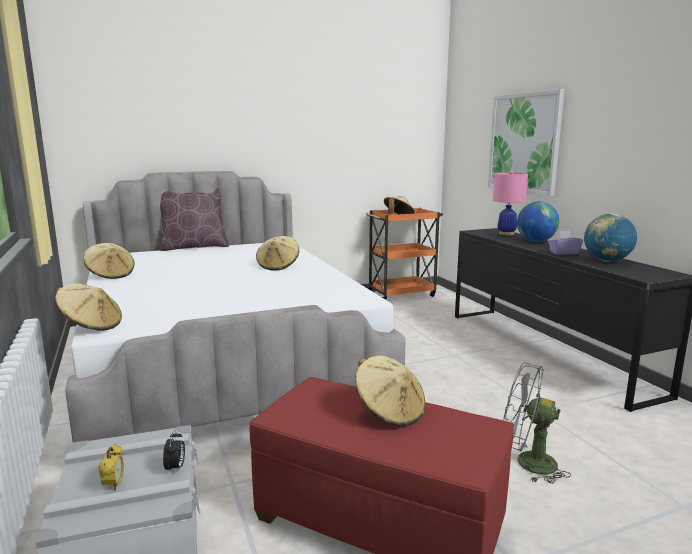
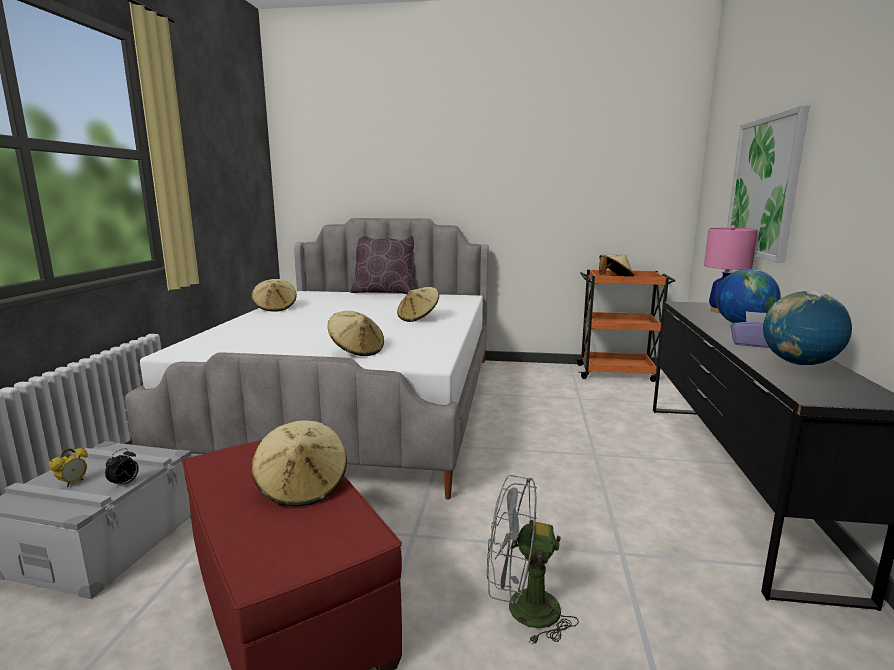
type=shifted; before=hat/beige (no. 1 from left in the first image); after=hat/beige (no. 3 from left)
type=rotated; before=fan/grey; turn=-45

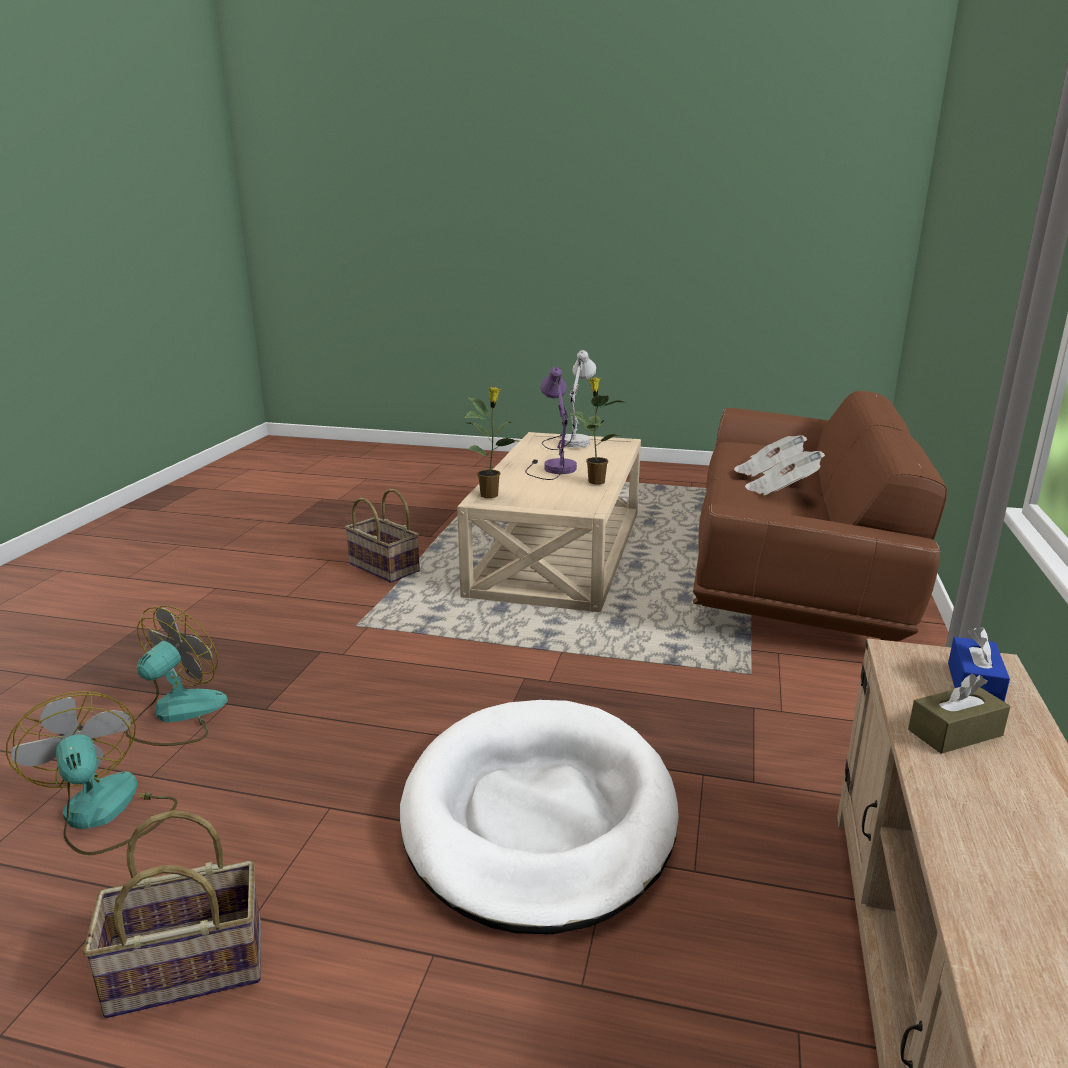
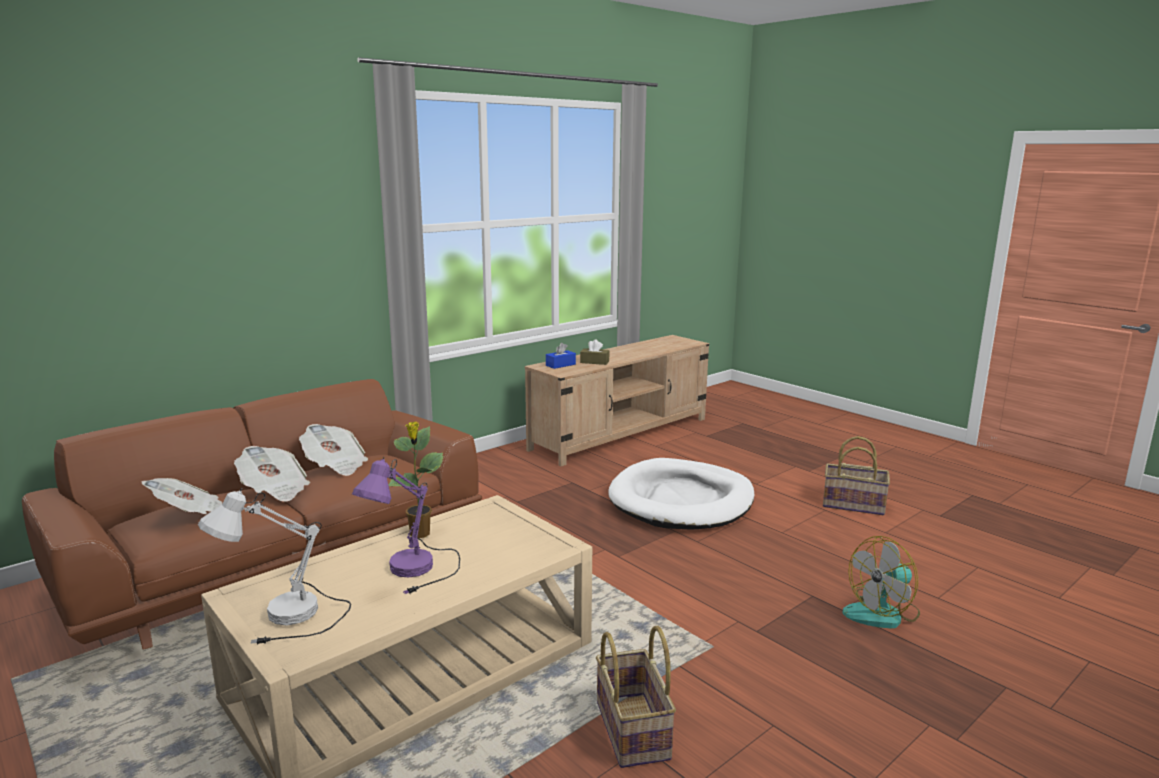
type=gone; before=fan (no. 1 from left)
type=gone; before=potted plant (no. 1 from left)
type=new; after=newspaper (no. 1 from left)

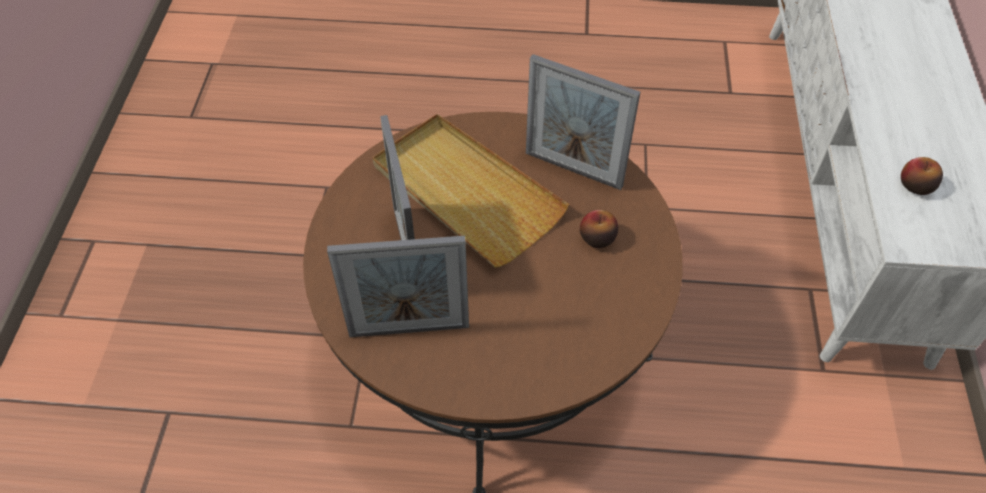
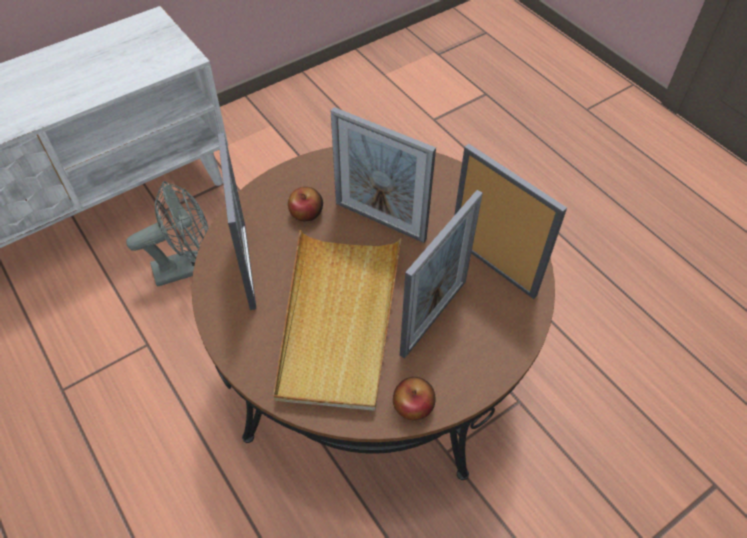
type=new; after=fan/grey
type=new; after=picture frame (no. 2 from left)
type=shifted; before=apple (no. 2 from left)

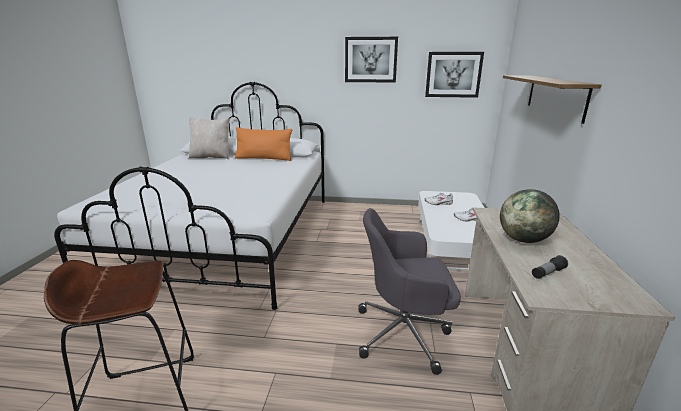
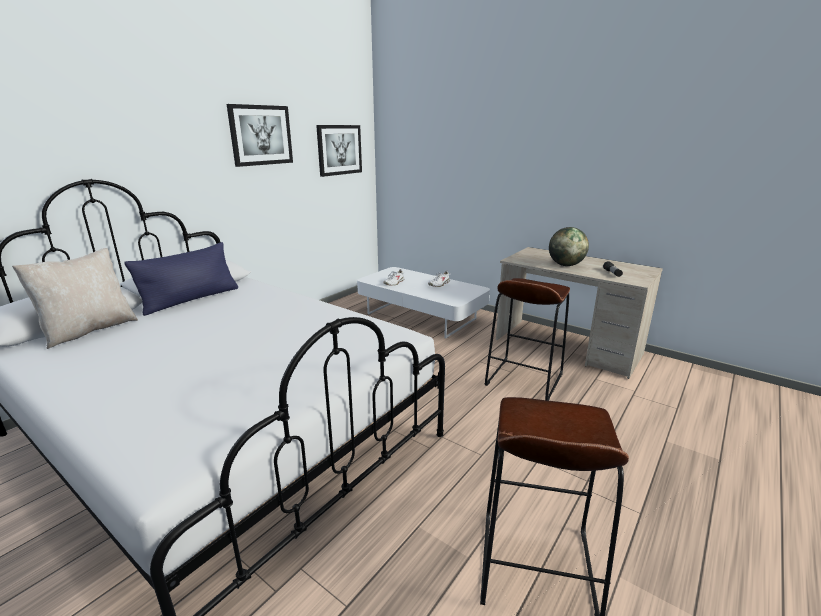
type=gone; before=shelf
type=swapped; before=office chair/grey; after=stool/brown (no. 1 from left)
type=repainted; before=pillow/orange; after=pillow/blue

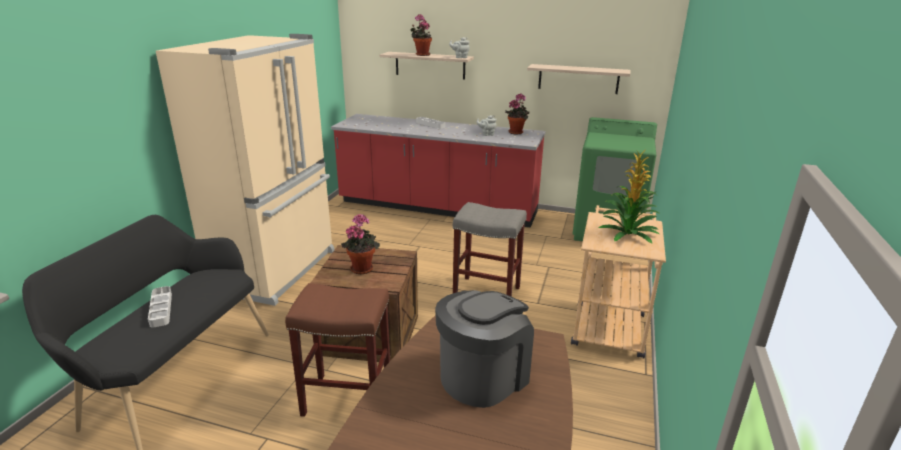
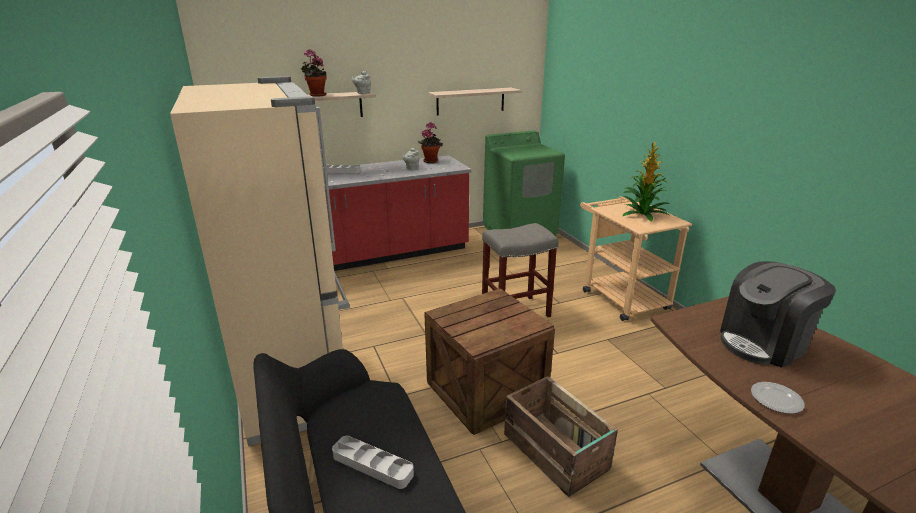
type=gone; before=potted plant (no. 1 from left)
type=new; after=plate
type=swapped; before=stool/brown; after=crate (no. 2 from left)
type=rotated; before=coffee machine; turn=-120

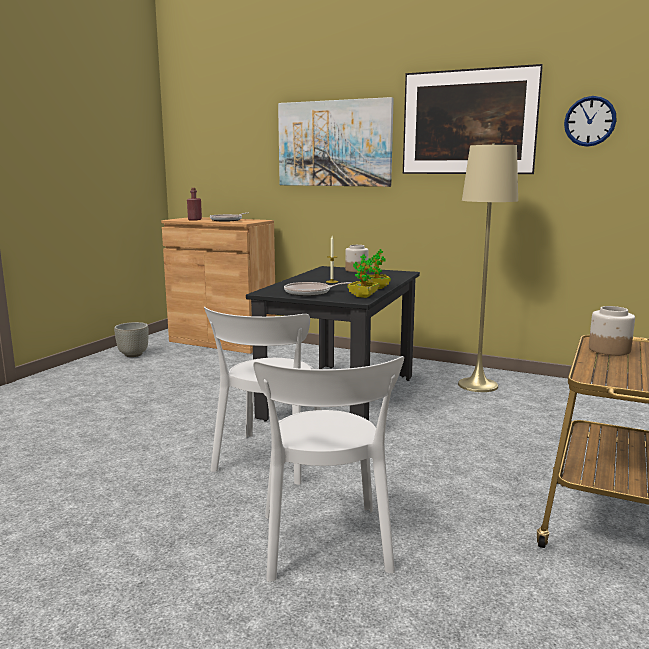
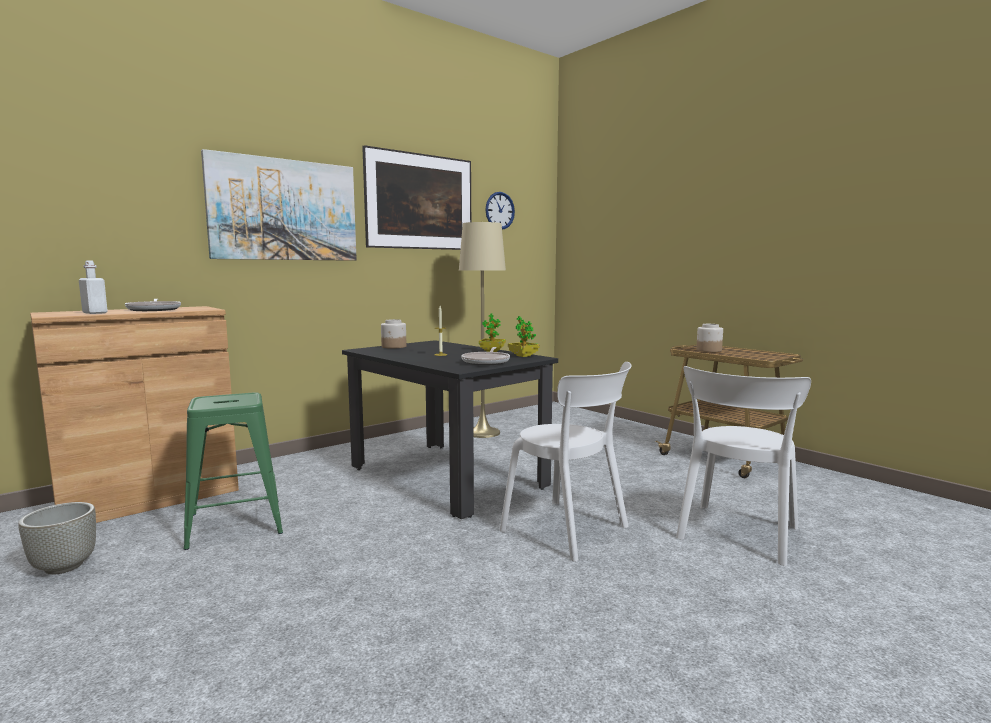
type=new; after=stool/green
type=repainted; before=bottle/red; after=bottle/white
type=rotated; before=chair/white (no. 2 from left); turn=105

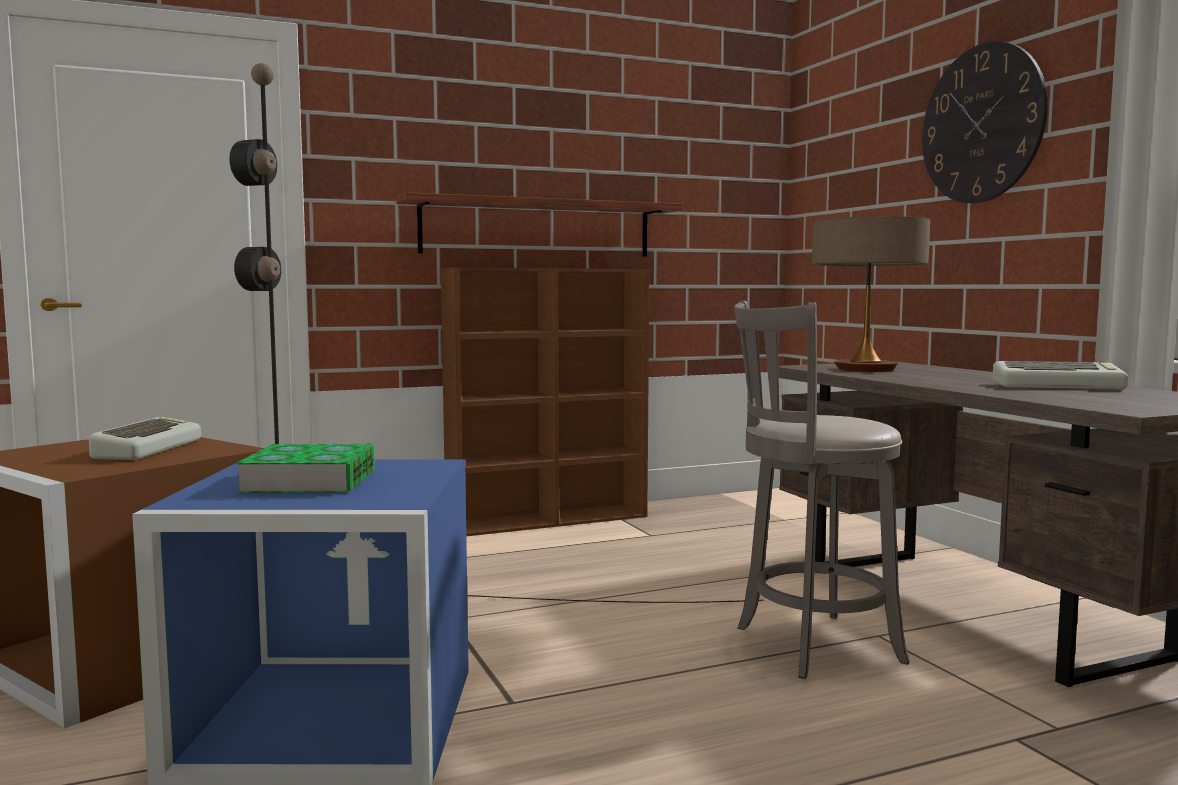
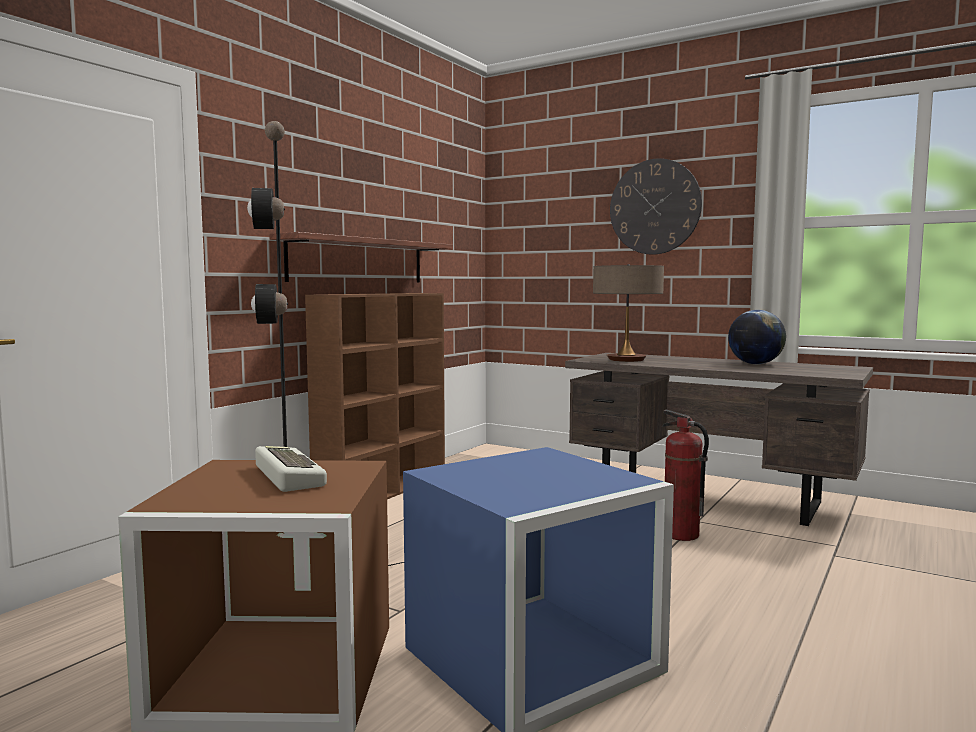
type=gone; before=book
type=swapped; before=stool/grey; after=fire extinguisher
type=swapped; before=keyboard (no. 2 from left); after=globe

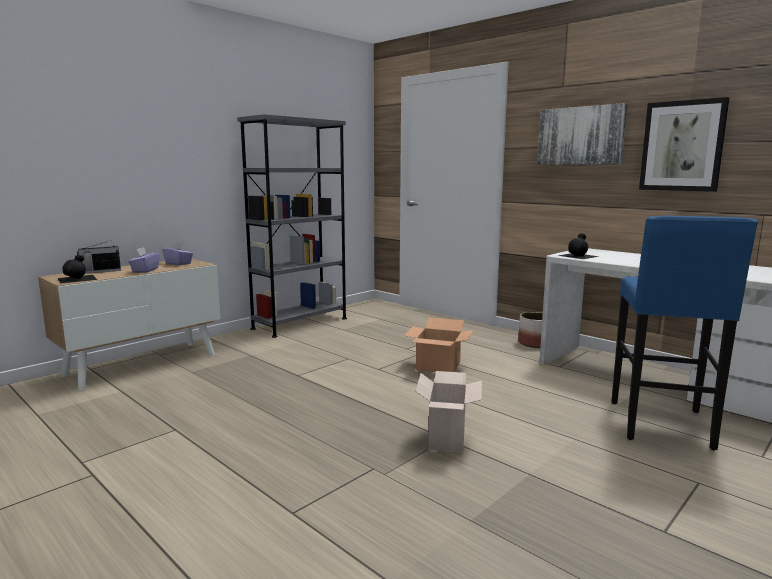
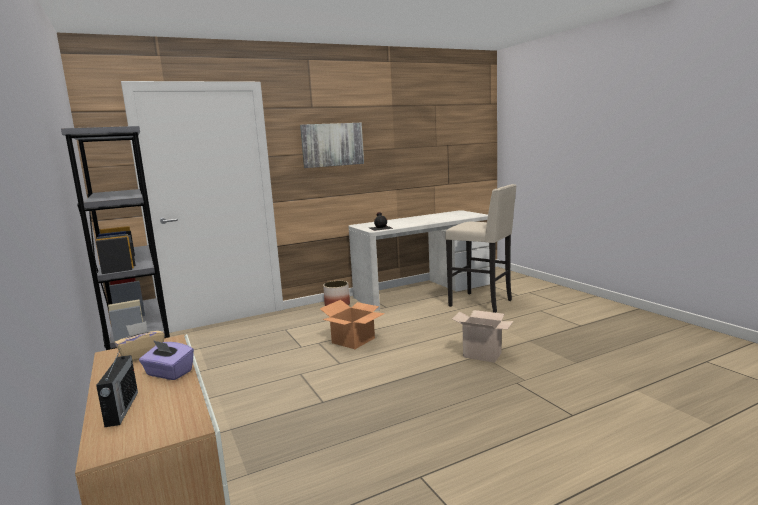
type=gone; before=bottle/black (no. 1 from left)
type=gone; before=picture (no. 2 from left)
type=repainted; before=tissue box/purple (no. 2 from left); after=tissue box/beige
type=repainted; before=stool/blue; after=stool/beige

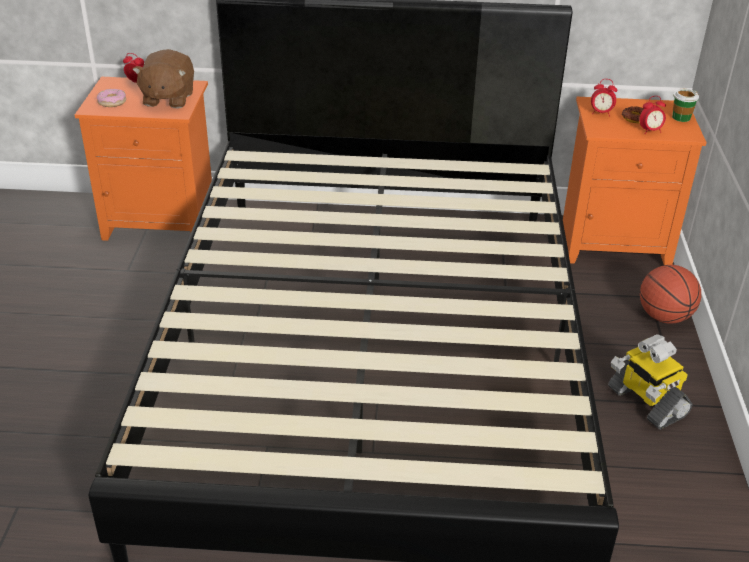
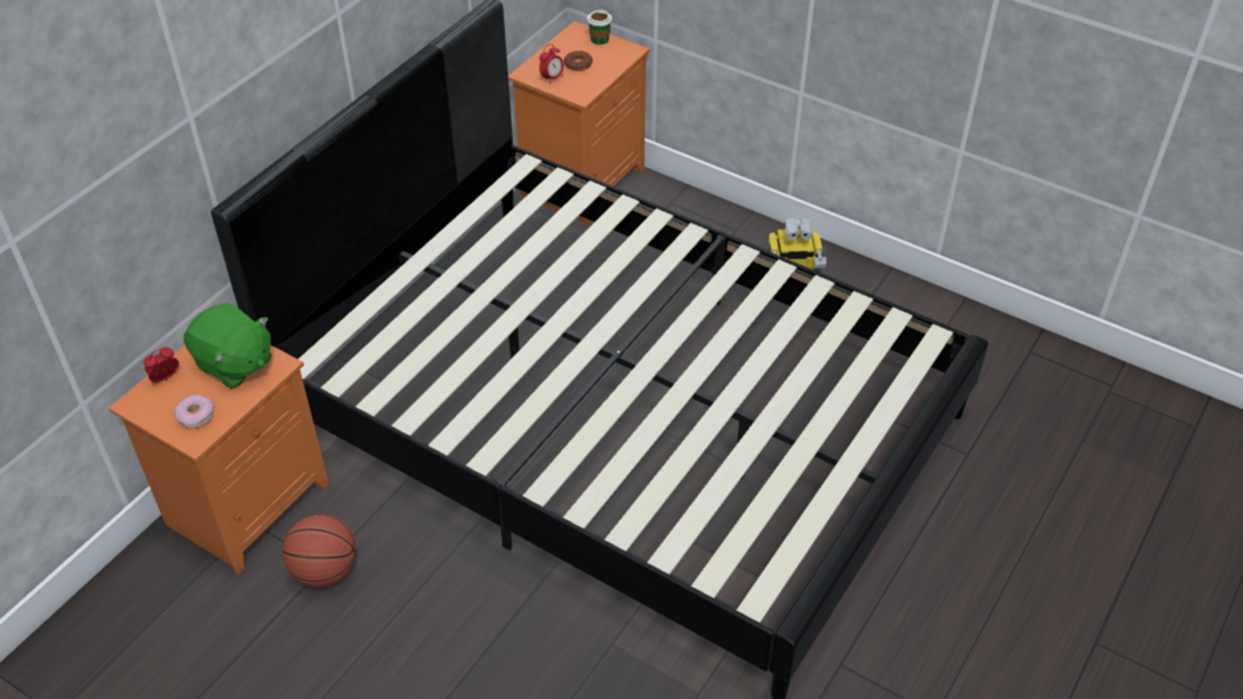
type=gone; before=alarm clock (no. 3 from left)
type=shifted; before=basketball
type=repainted; before=plush toy/brown; after=plush toy/green

